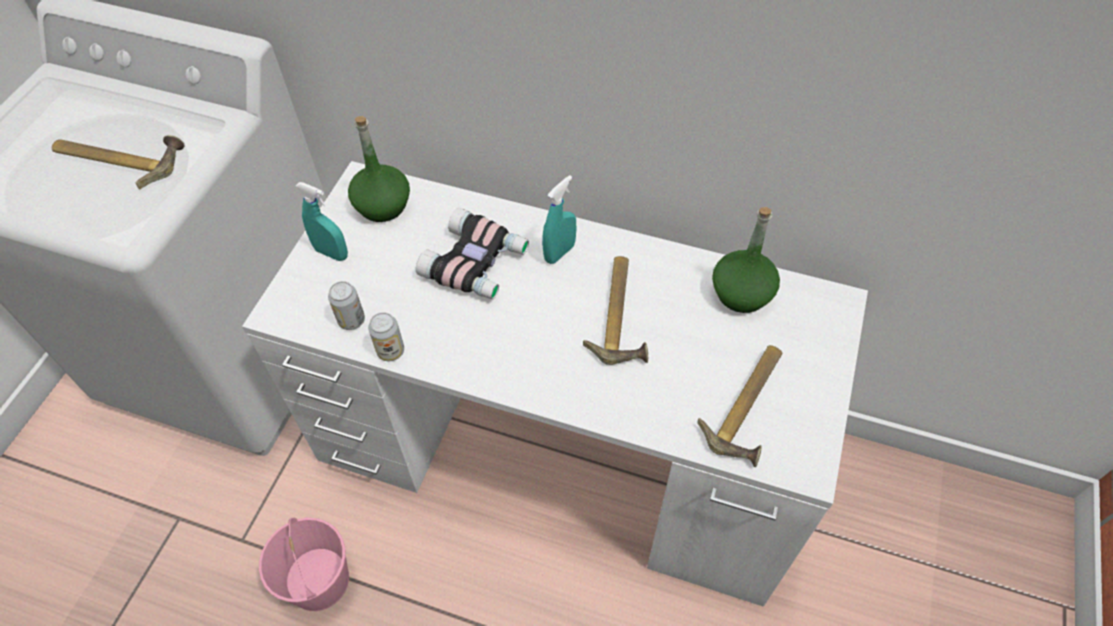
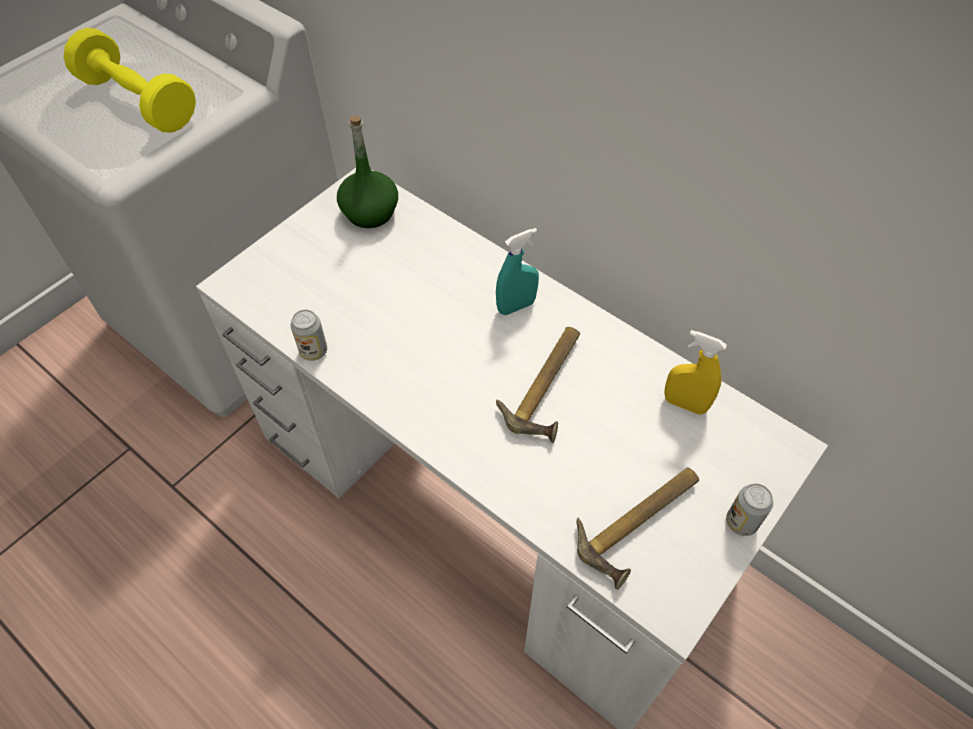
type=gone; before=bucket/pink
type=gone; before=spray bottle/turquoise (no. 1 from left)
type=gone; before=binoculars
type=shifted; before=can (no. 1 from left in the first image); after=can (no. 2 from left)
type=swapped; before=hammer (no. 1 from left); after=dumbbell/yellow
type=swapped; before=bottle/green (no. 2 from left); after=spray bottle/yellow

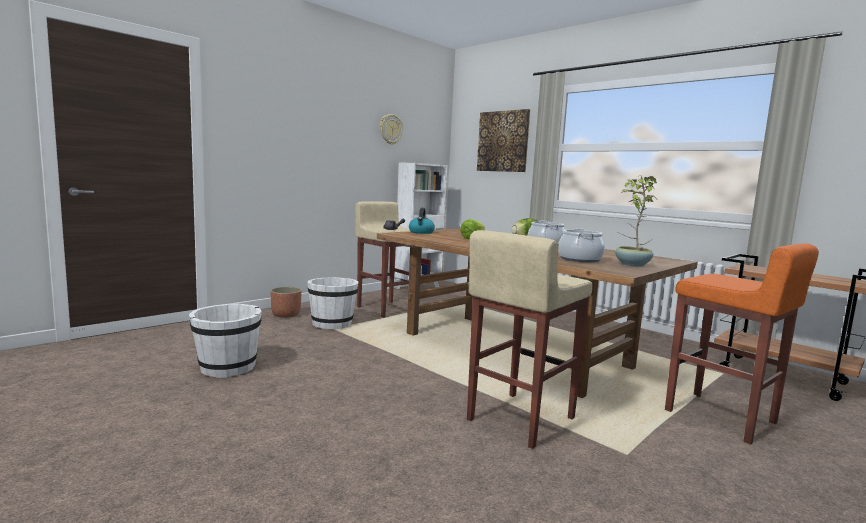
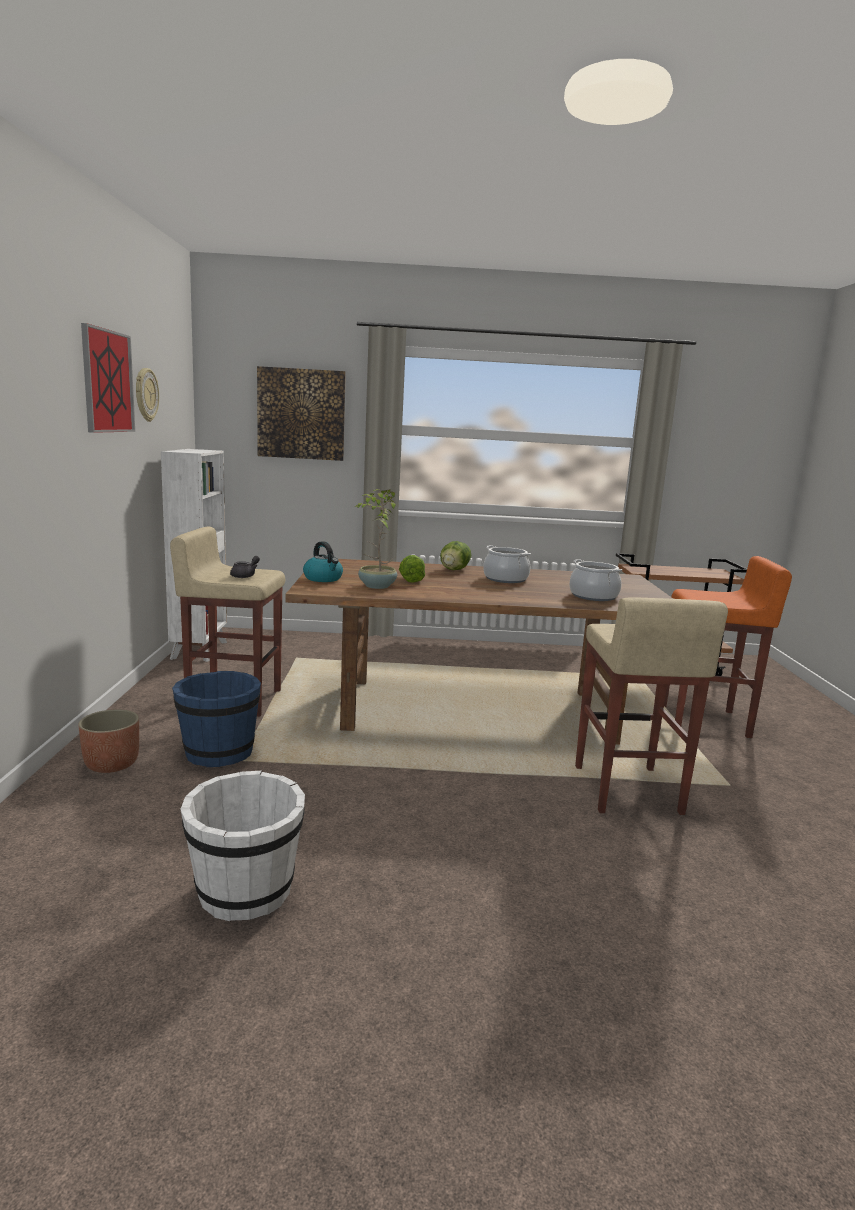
type=new; after=picture (no. 1 from left)
type=shifted; before=potted plant
type=repainted; before=bucket/white (no. 2 from left); after=bucket/blue

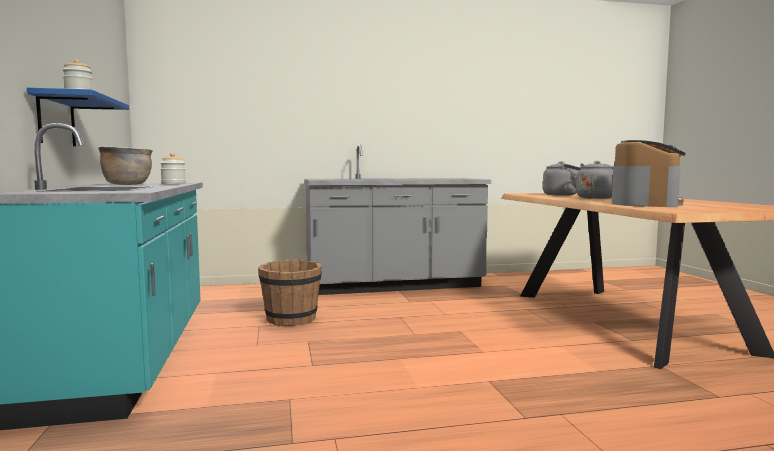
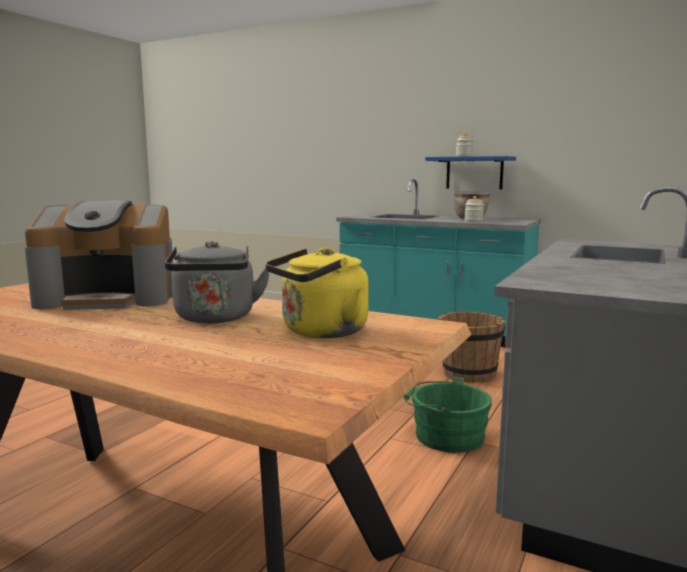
type=new; after=bucket/green
type=repainted; before=kettle/grey (no. 1 from left); after=kettle/yellow
type=rotated; before=coffee machine; turn=-75

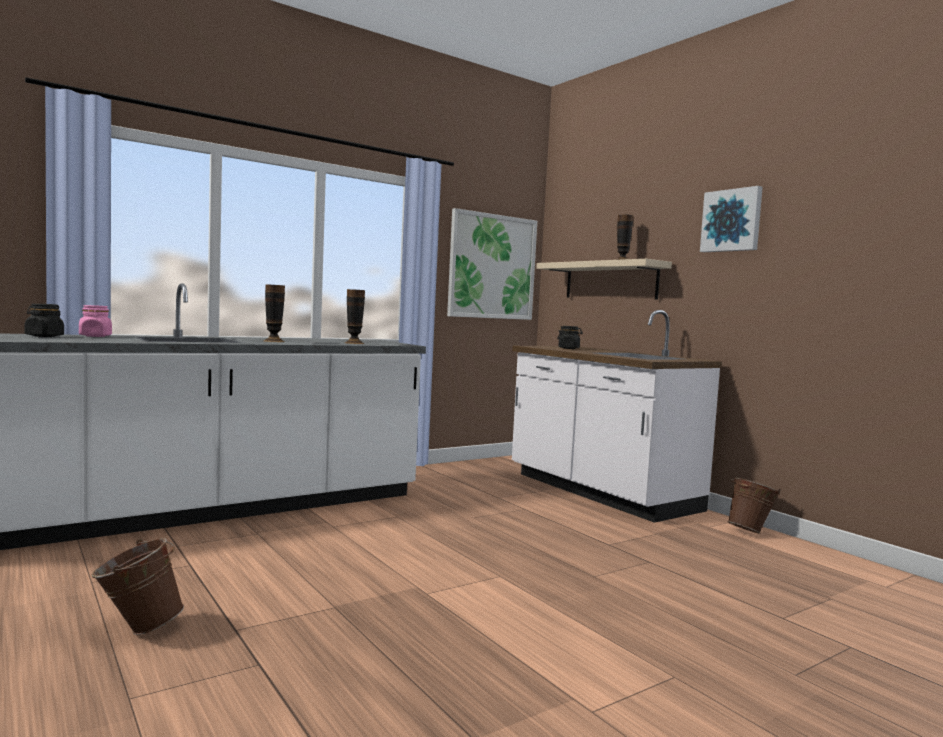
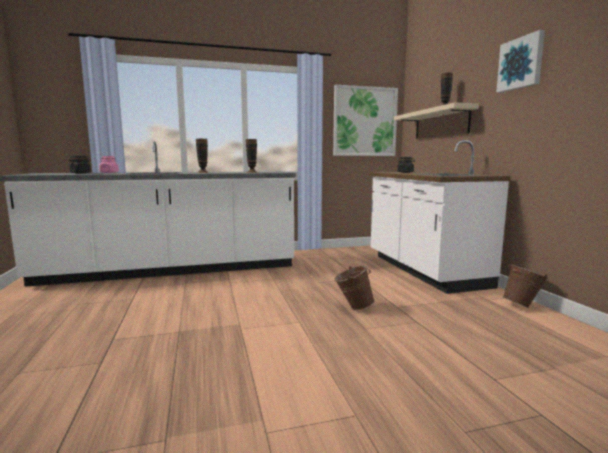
type=shifted; before=bucket/brown (no. 1 from left)

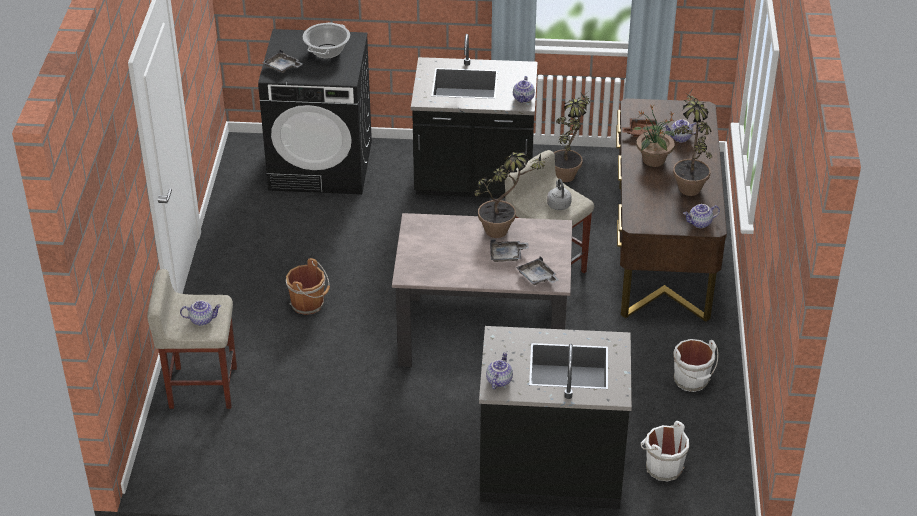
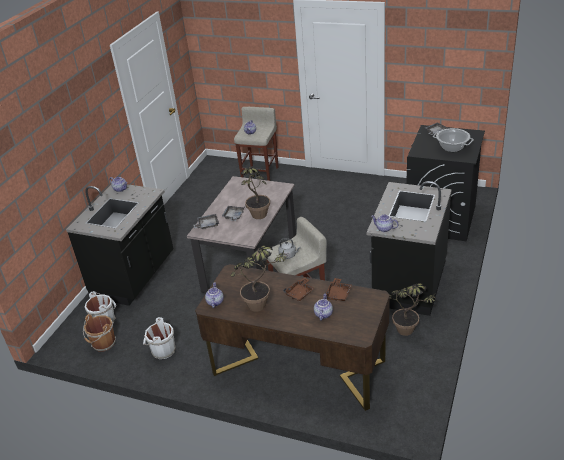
type=shifted; before=bucket/brown
type=swapped; before=potted plant (no. 3 from left); after=tray/brown (no. 1 from left)

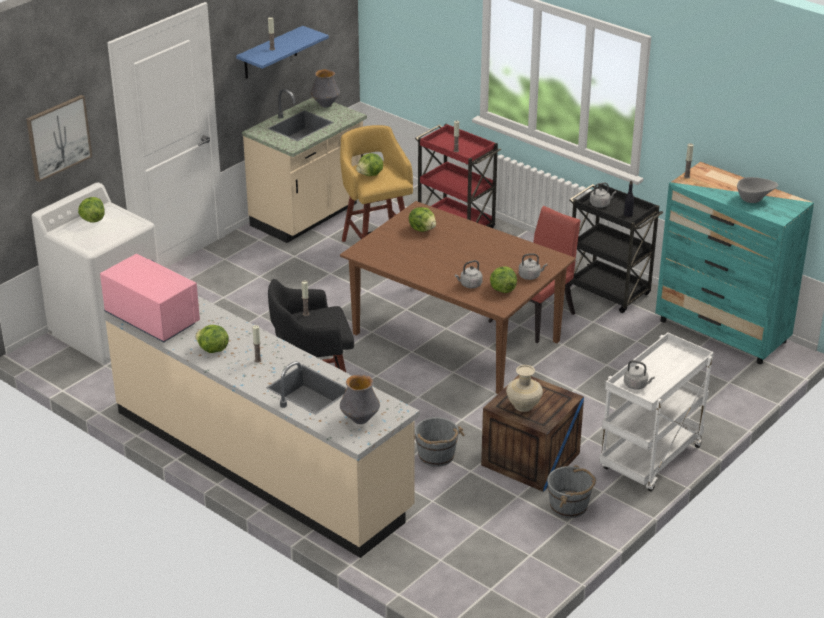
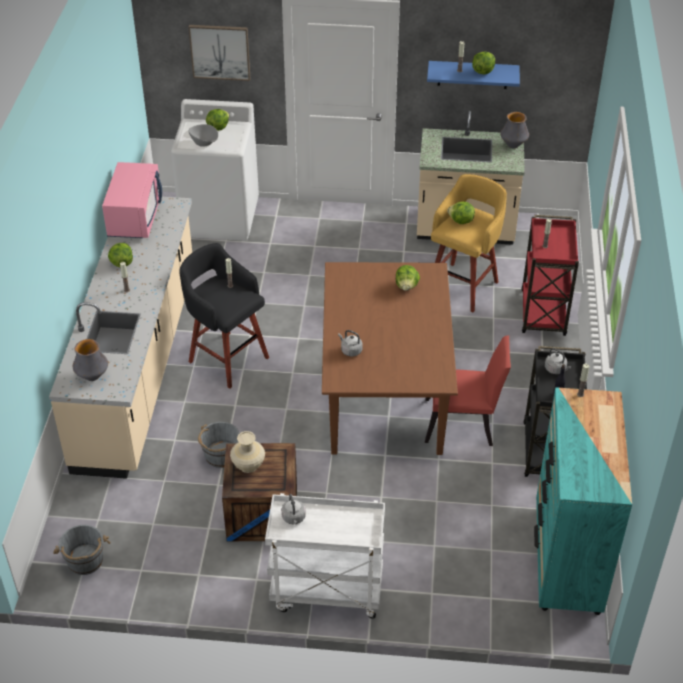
type=gone; before=kettle/grey (no. 2 from left)
type=shifted; before=lettuce (no. 5 from left)
type=shifted; before=bucket/grey (no. 2 from left in the first image); after=bucket/grey (no. 1 from left)
type=shifted; before=bowl/grey

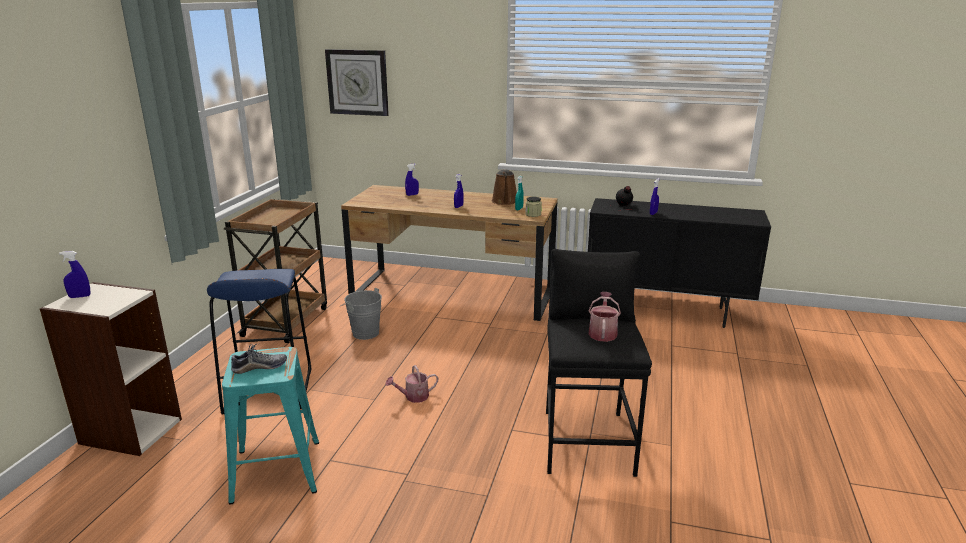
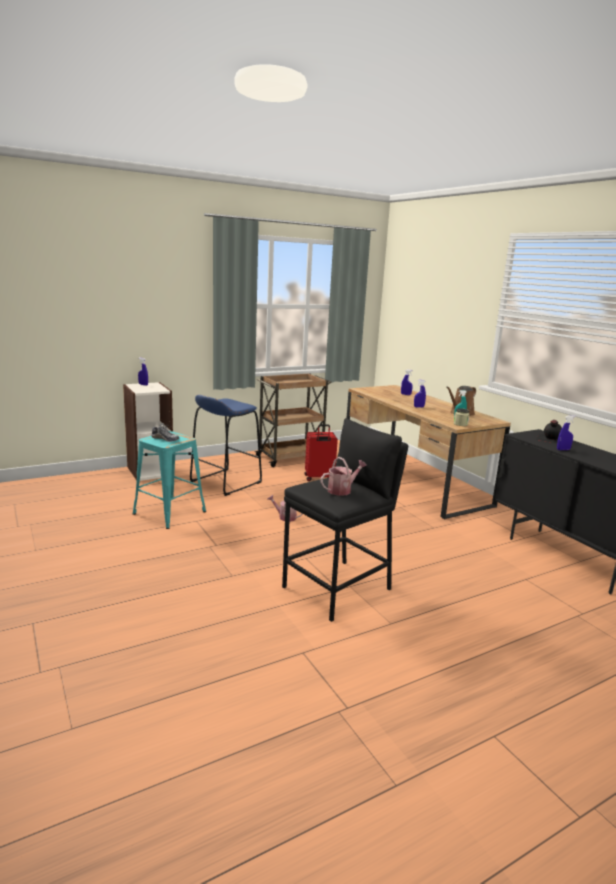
type=gone; before=wall clock
type=swapped; before=bucket/grey; after=suitcase/red

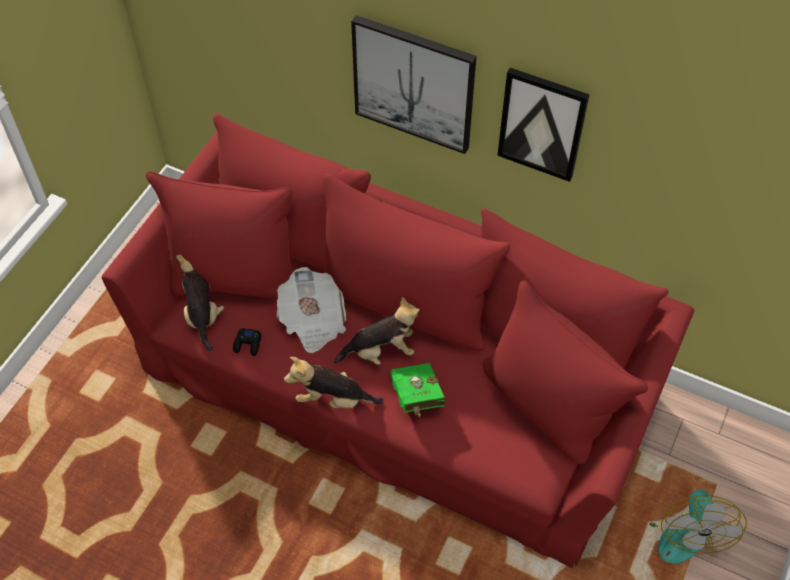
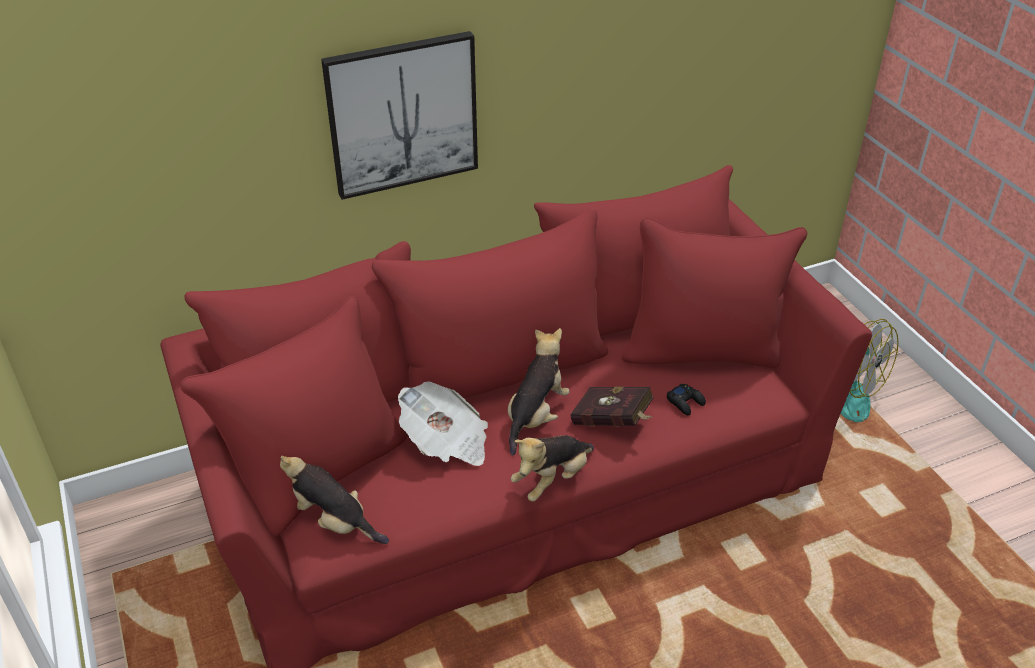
type=gone; before=picture (no. 2 from left)
type=shifted; before=game controller/black
type=repainted; before=book/green; after=book/red

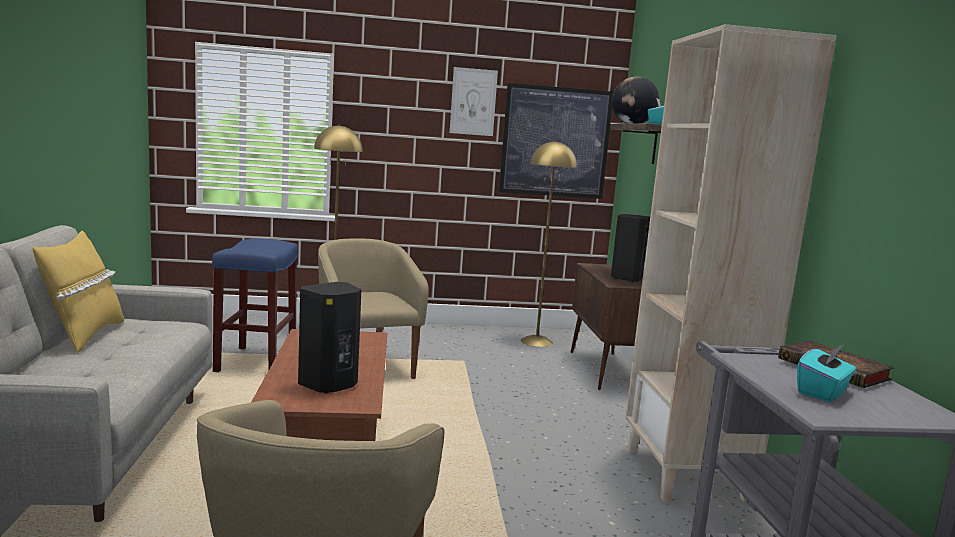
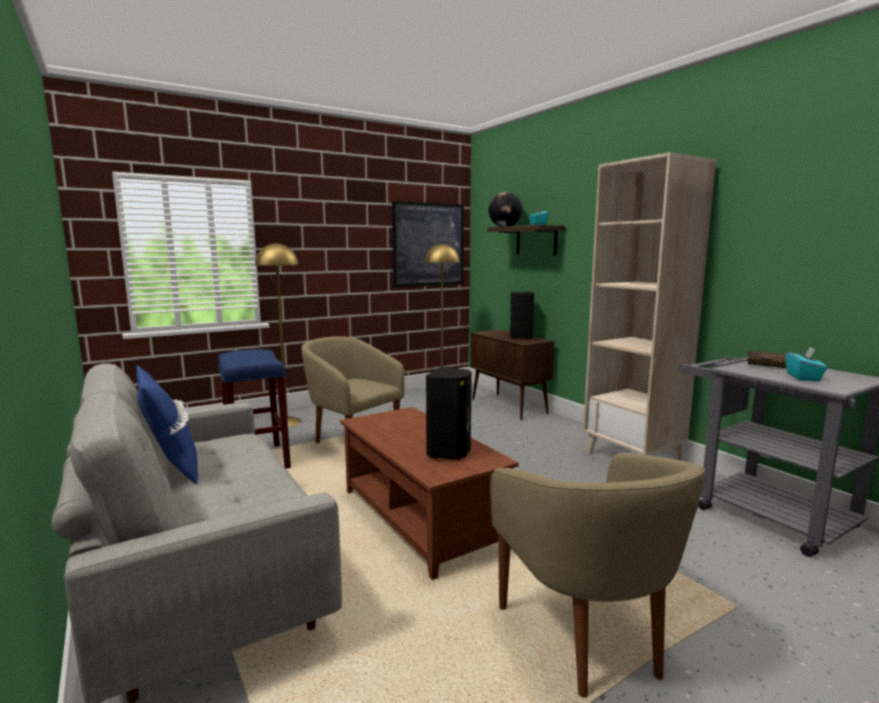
type=gone; before=picture (no. 1 from left)
type=repainted; before=pillow/yellow; after=pillow/blue

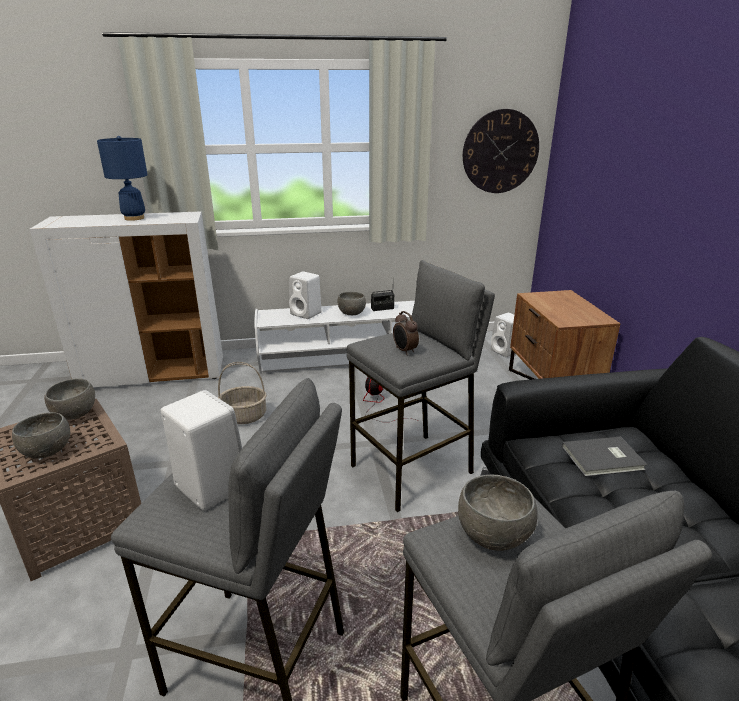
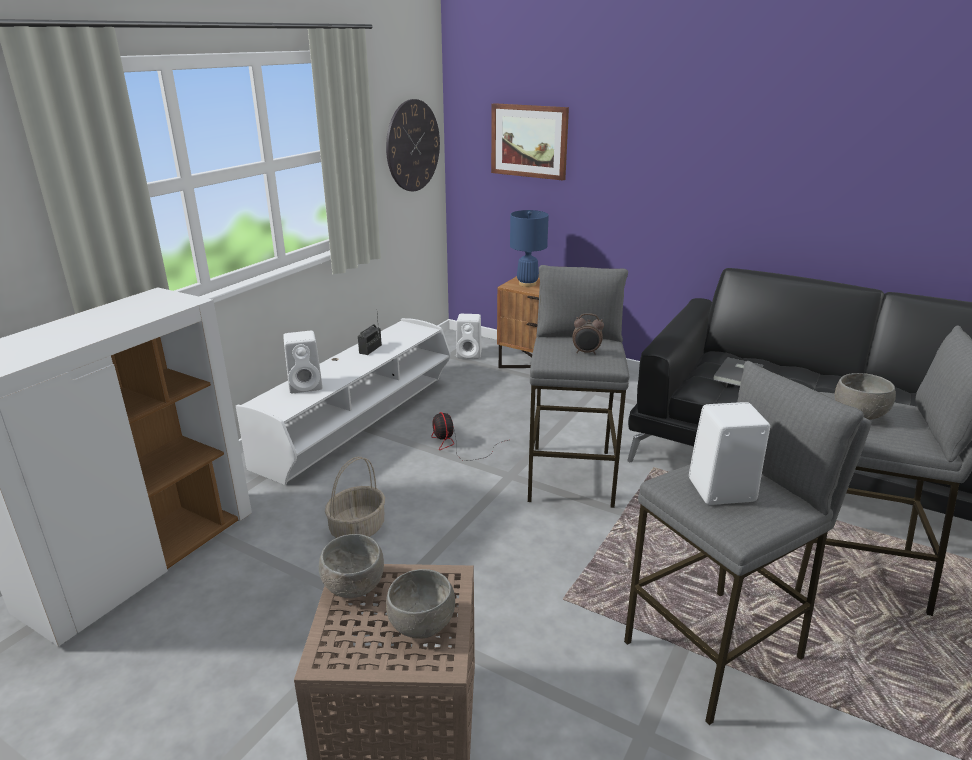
type=gone; before=bowl/grey (no. 3 from left)
type=new; after=picture
type=shifted; before=table lamp/blue

